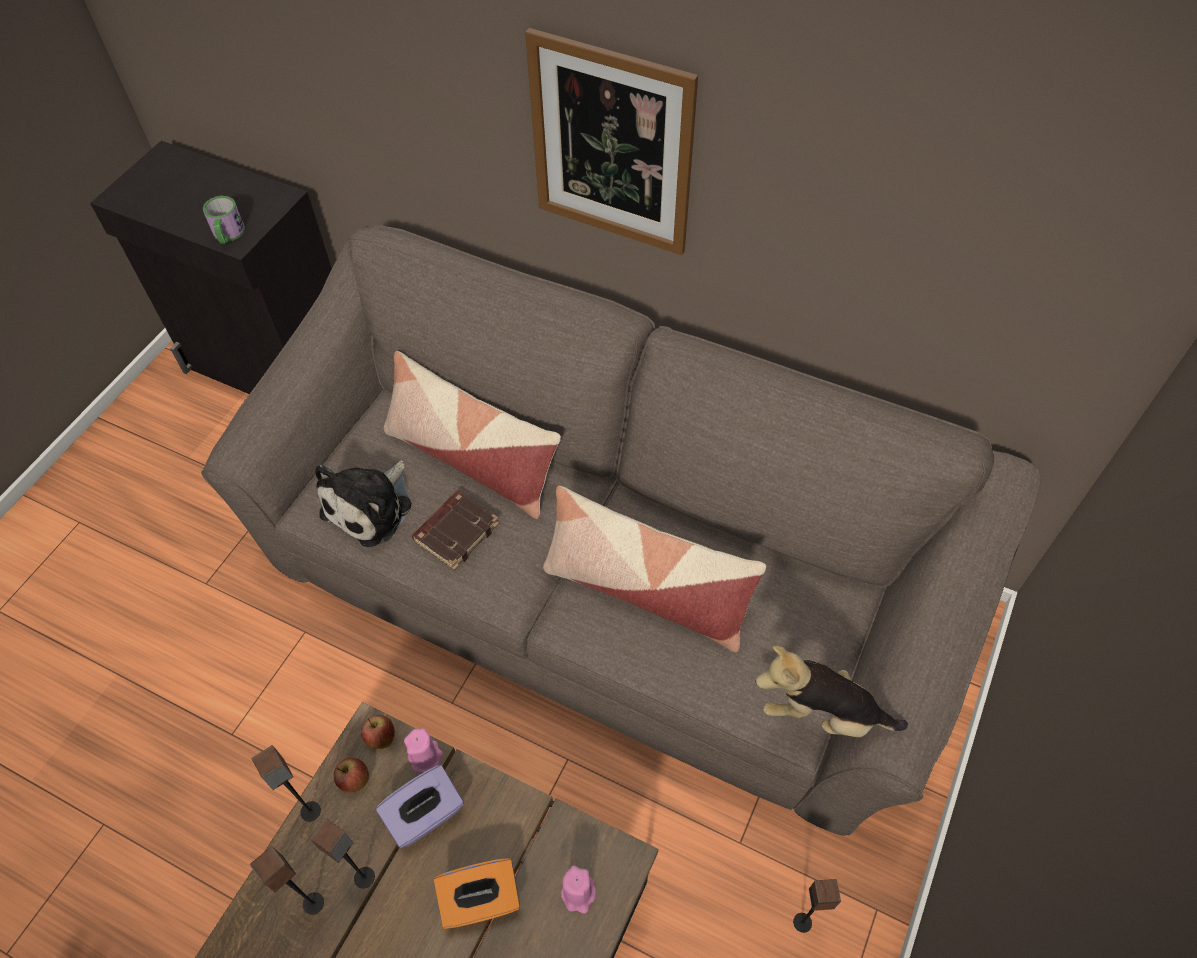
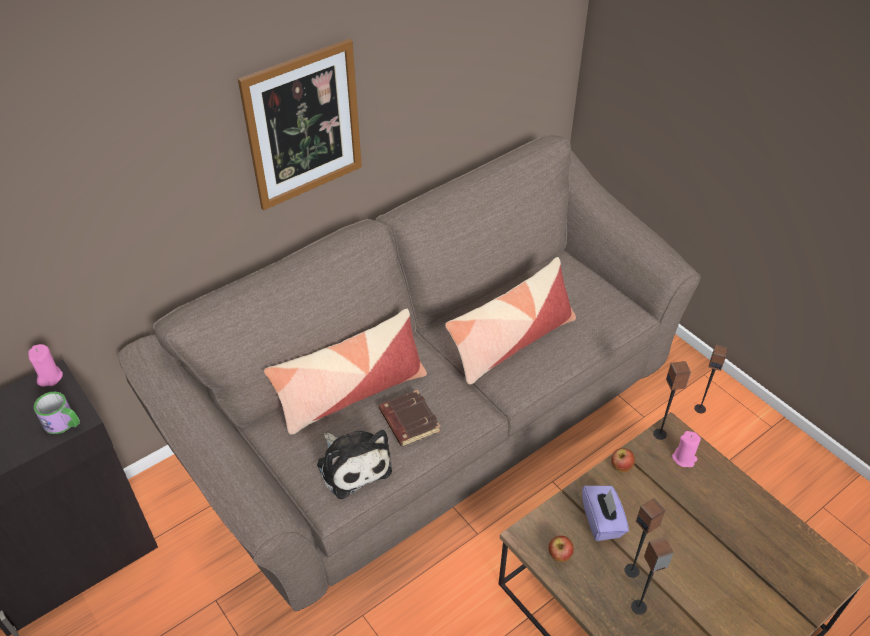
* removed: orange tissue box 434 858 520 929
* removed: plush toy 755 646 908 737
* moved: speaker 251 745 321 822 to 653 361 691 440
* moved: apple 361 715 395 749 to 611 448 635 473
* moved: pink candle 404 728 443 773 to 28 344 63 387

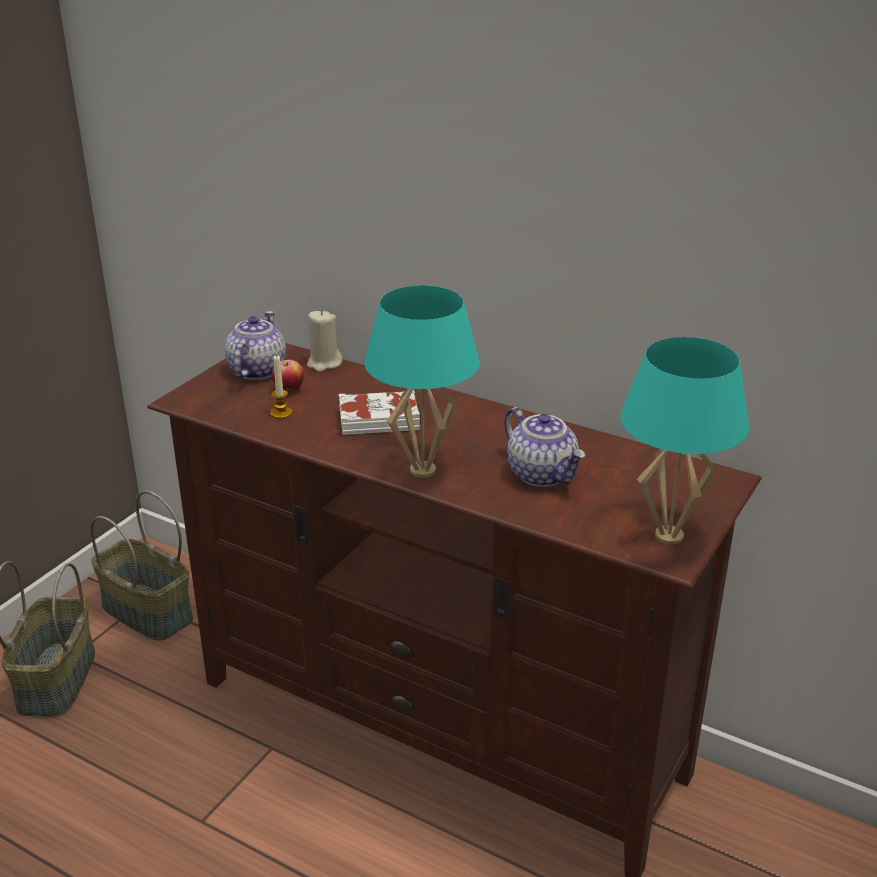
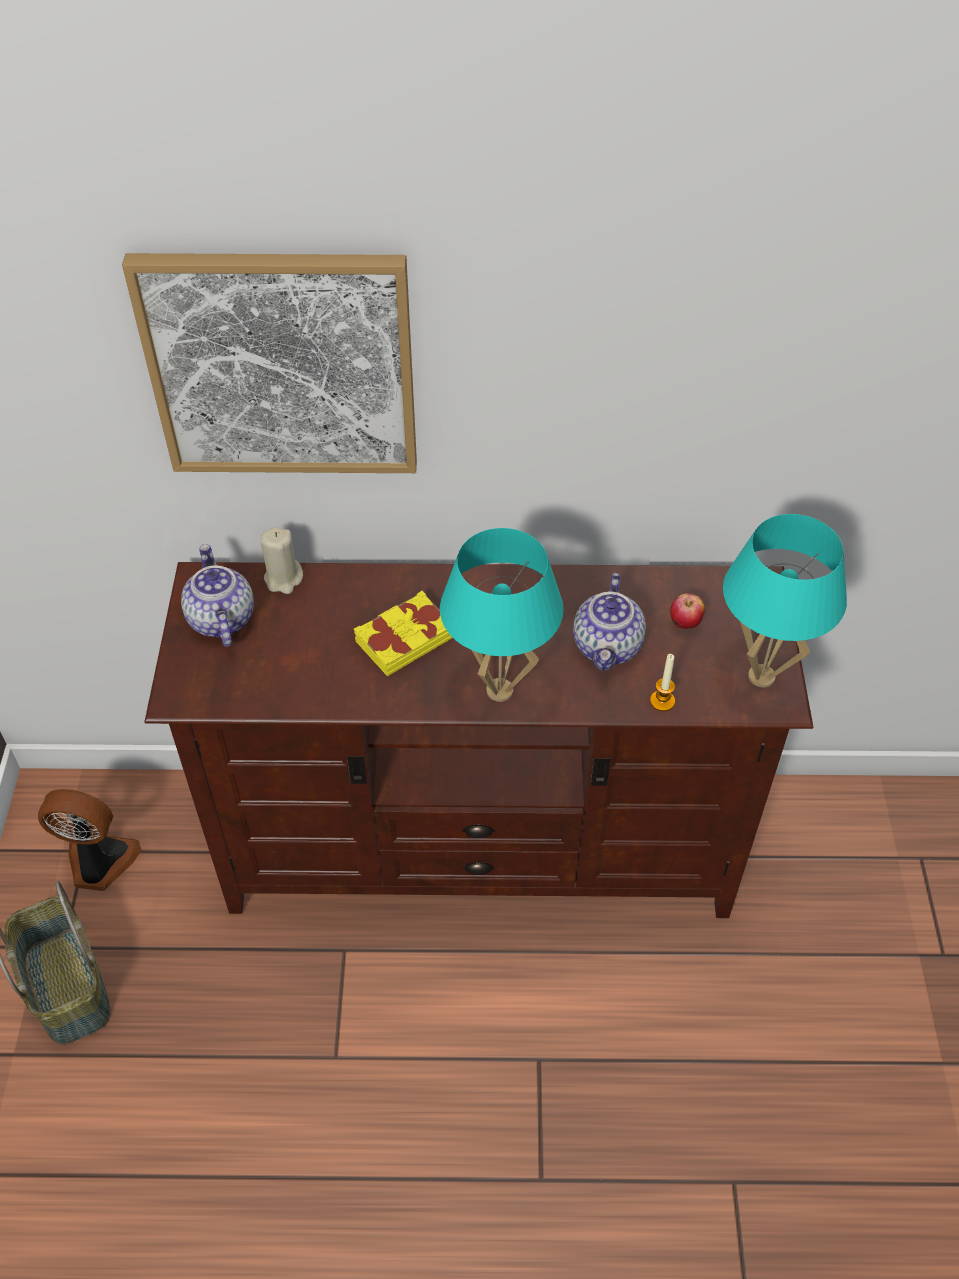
* added: picture 122 253 417 473
* moved: candle 270 355 292 419 to 650 654 675 711
* moved: apple 272 360 304 392 to 670 593 705 629
* replaced: basket 91 491 193 641 to fan 38 789 141 891
* recoloured: white book 339 390 420 435 to yellow book 354 591 453 676
* turned: teapot 504 407 585 487 = 573 573 646 671 75 degrees clockwise

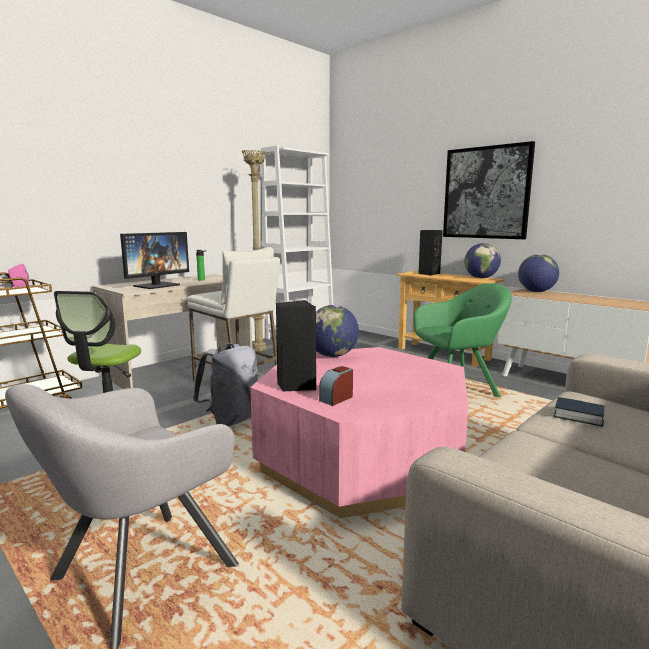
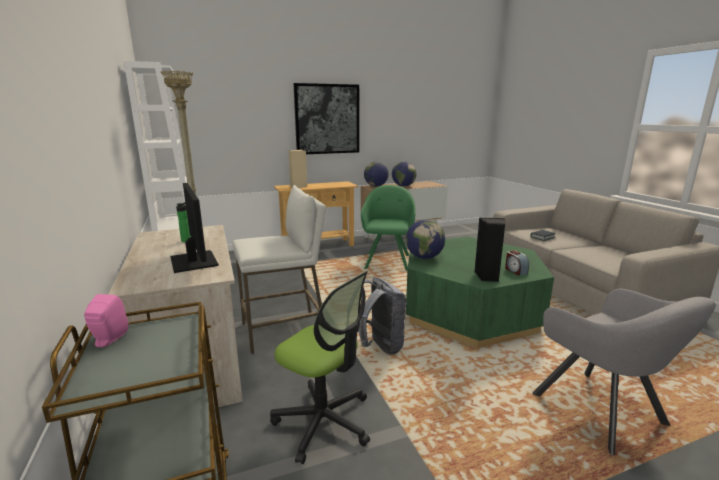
* moved: globe 464 243 501 278 to 392 161 417 187
* recoloured: pink coffee table 250 347 468 518 to green coffee table 406 237 554 348
* recoloured: black speaker 418 230 443 276 to beige speaker 289 150 307 188

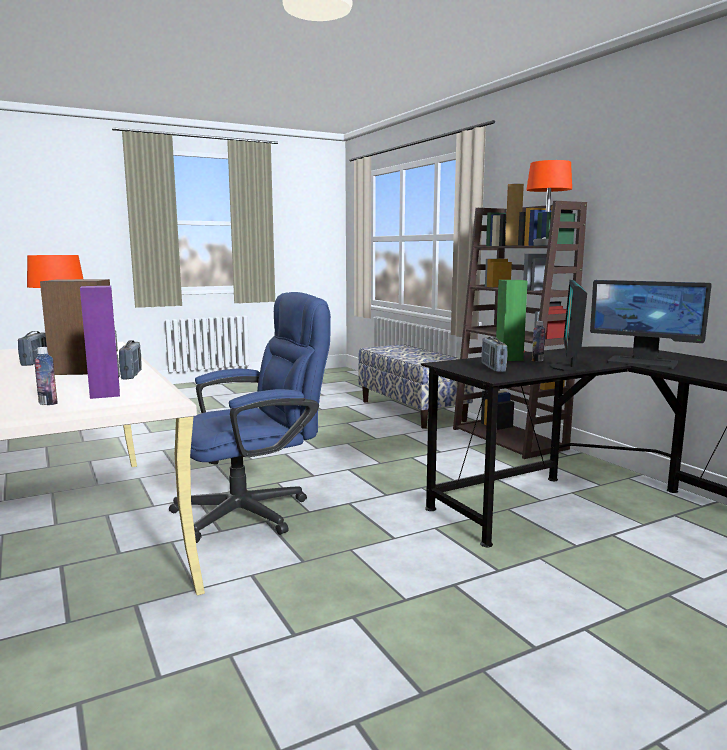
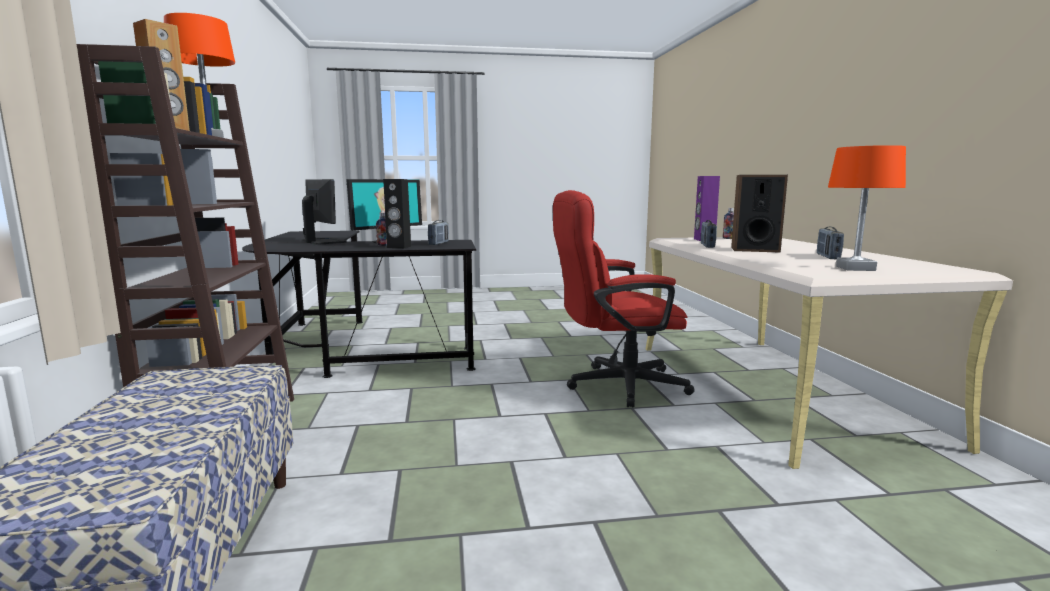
* recoloured: blue office chair 169 292 331 543 to red office chair 553 190 695 408
* recoloured: green speaker 496 280 528 361 to black speaker 383 179 411 248

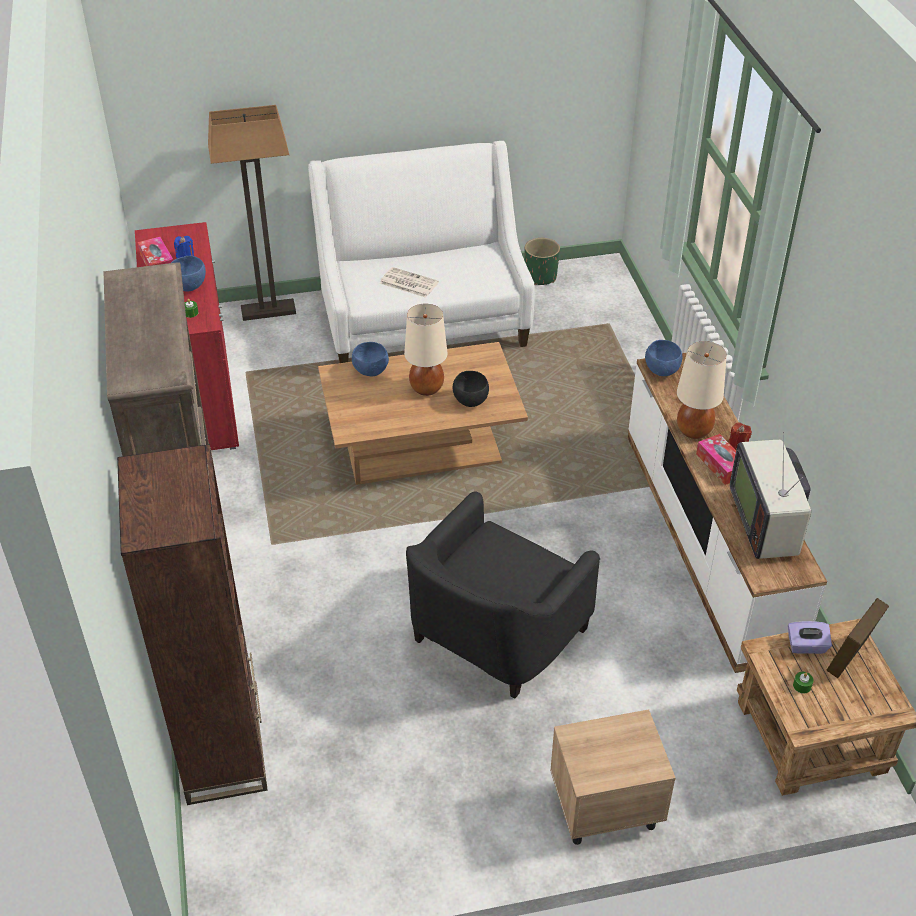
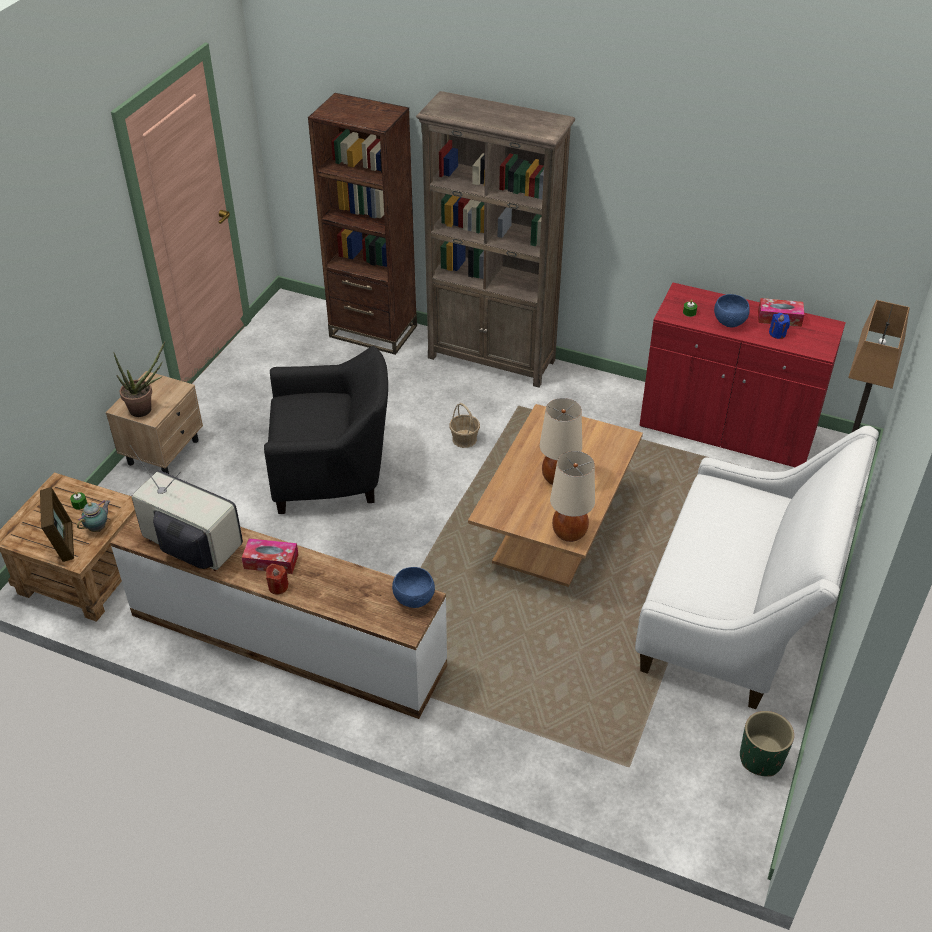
* removed: blue bowl 352 342 389 376
* removed: newspaper 380 267 439 298
* removed: black bowl 453 371 489 407
* added: potted plant 114 342 165 417
* added: basket 449 403 480 448
* moved: beige table lamp 677 341 727 439 to 550 451 595 542
* replaced: purple tissue box 788 621 832 654 to teapot 77 500 110 532
* turned: black armchair 406 491 600 699 = 264 346 388 514 105 degrees clockwise

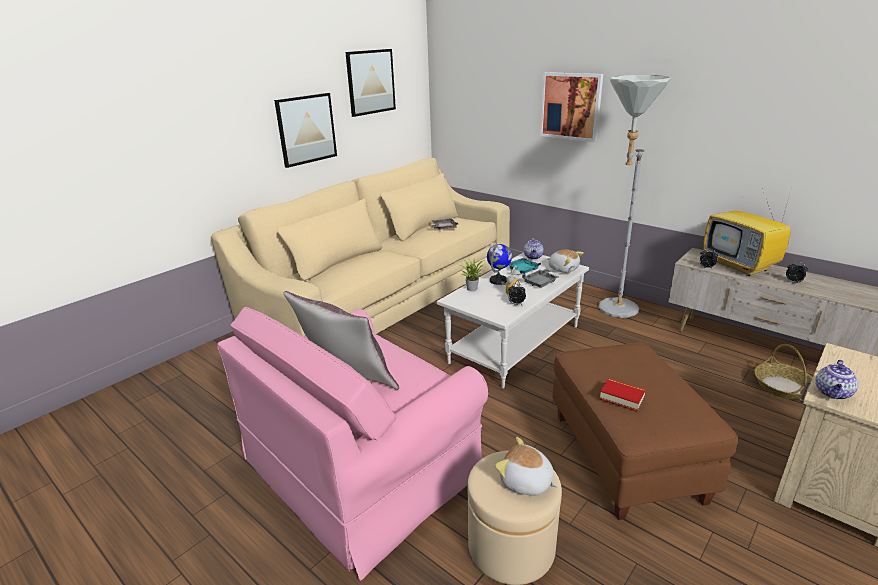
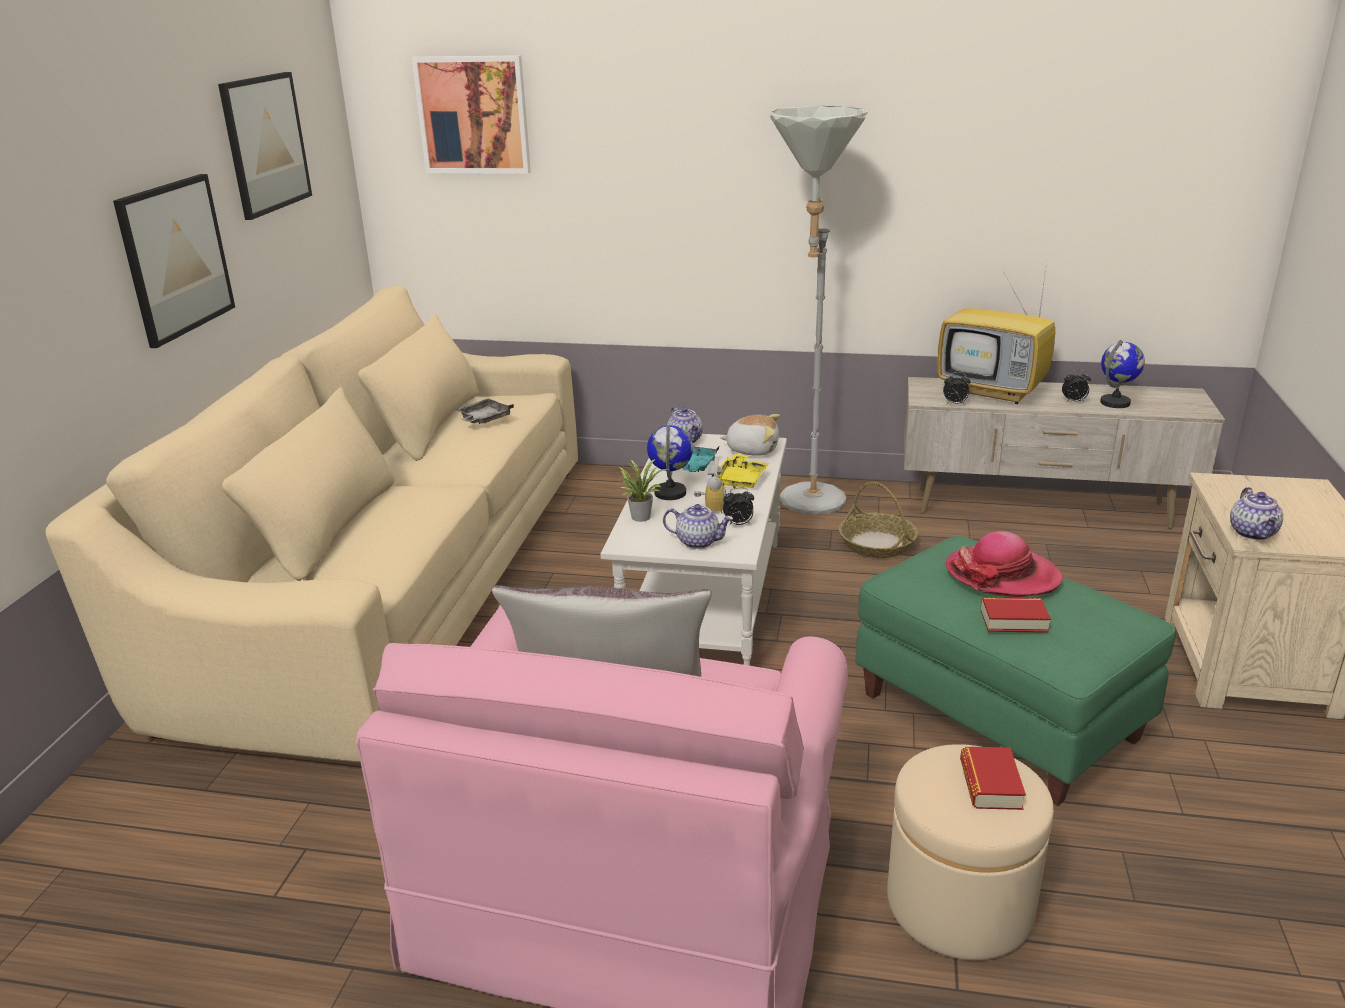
* added: teapot 663 504 733 549
* added: hat 945 531 1063 597
* added: globe 1100 339 1145 408
* moved: picture 540 72 603 142 to 412 55 531 174
* moved: basket 754 344 813 399 to 839 482 918 558
* replaced: plush toy 495 437 558 495 to book 960 747 1026 810
* recoloured: grey tray 522 269 559 288 to yellow tray 712 454 769 488
* recoloured: brown ottoman 552 343 738 520 to green ottoman 855 536 1176 806

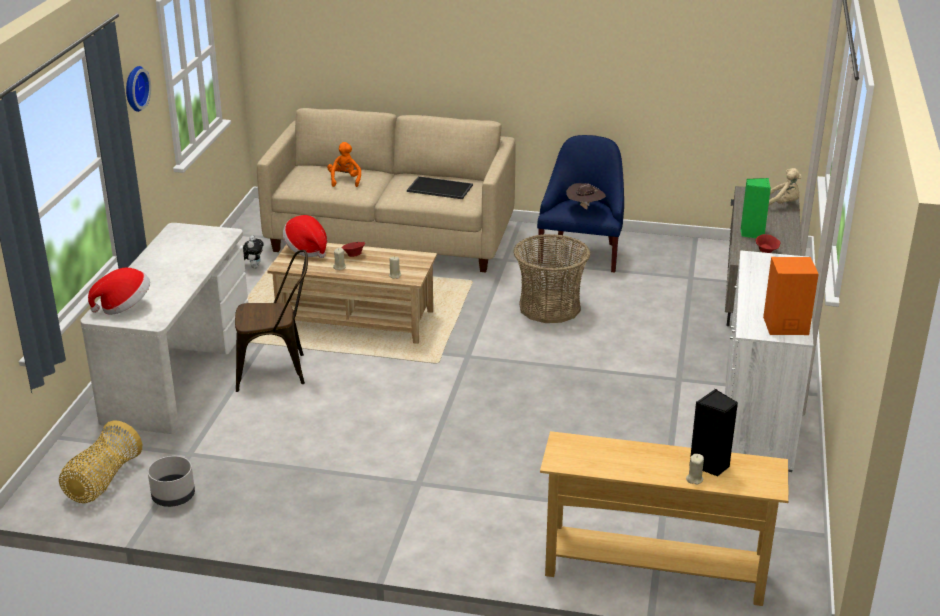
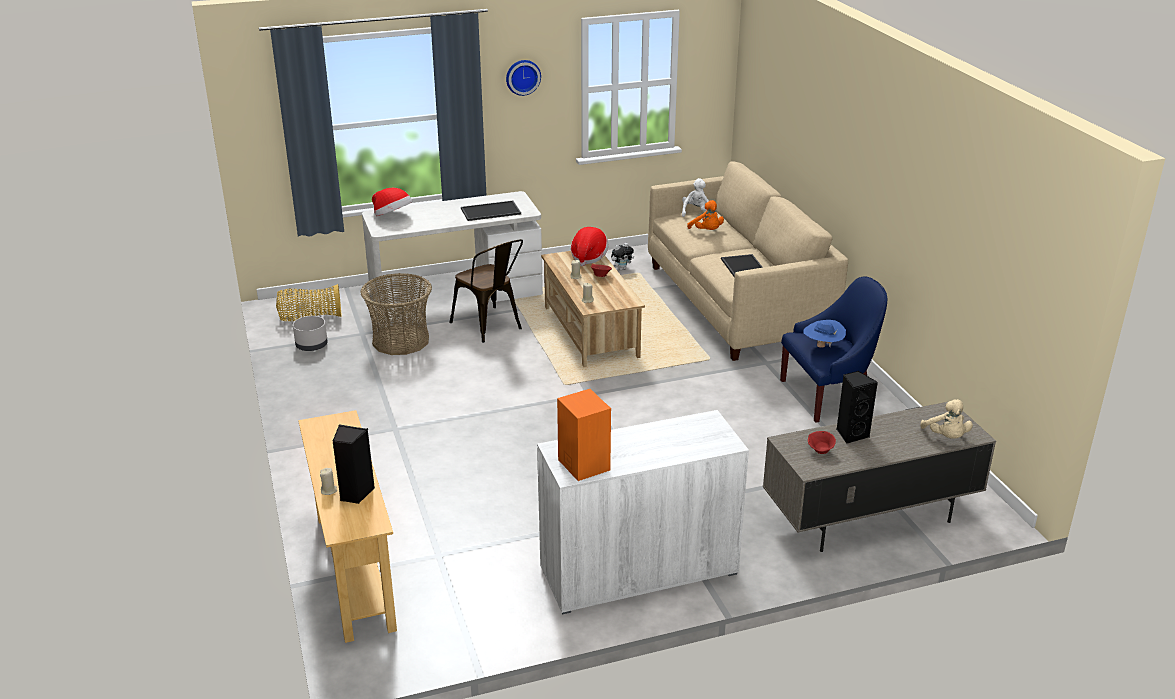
* added: tray 461 201 521 221
* added: white plush toy 682 178 709 220
* moved: basket 514 234 590 323 to 360 273 432 355
* recoloured: brown hat 566 183 606 209 to blue hat 803 320 846 348
* recoloured: green speaker 740 178 771 238 to black speaker 836 371 878 444
* turned: orange plush toy 327 142 361 187 = 687 200 724 230 90 degrees clockwise

